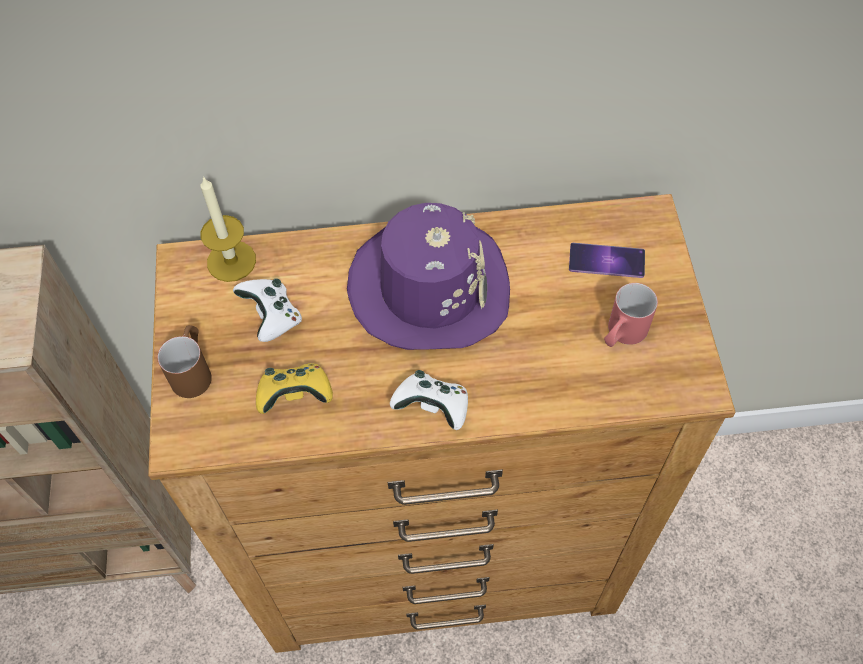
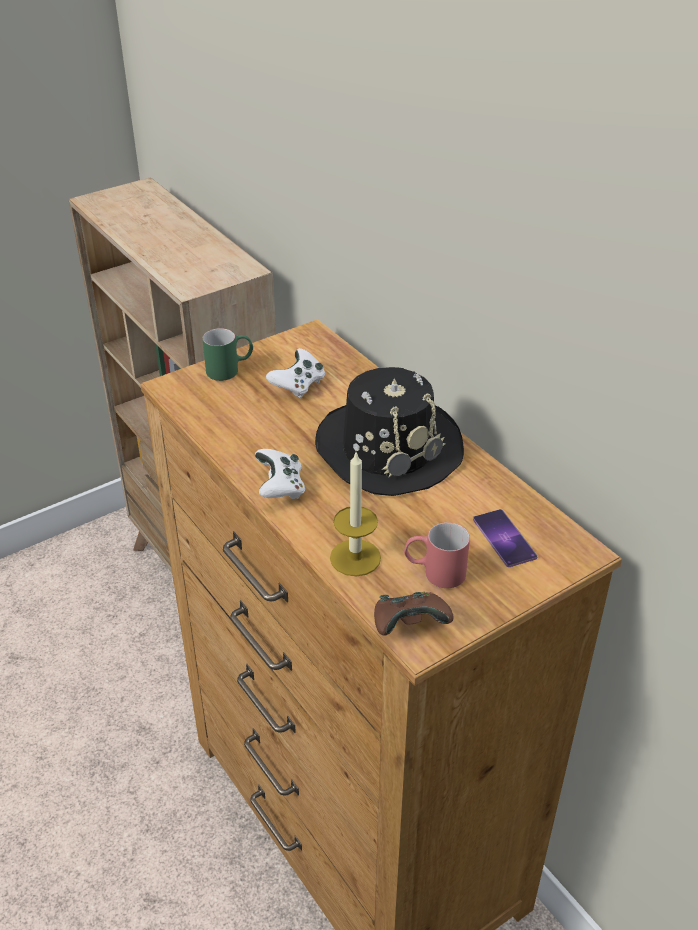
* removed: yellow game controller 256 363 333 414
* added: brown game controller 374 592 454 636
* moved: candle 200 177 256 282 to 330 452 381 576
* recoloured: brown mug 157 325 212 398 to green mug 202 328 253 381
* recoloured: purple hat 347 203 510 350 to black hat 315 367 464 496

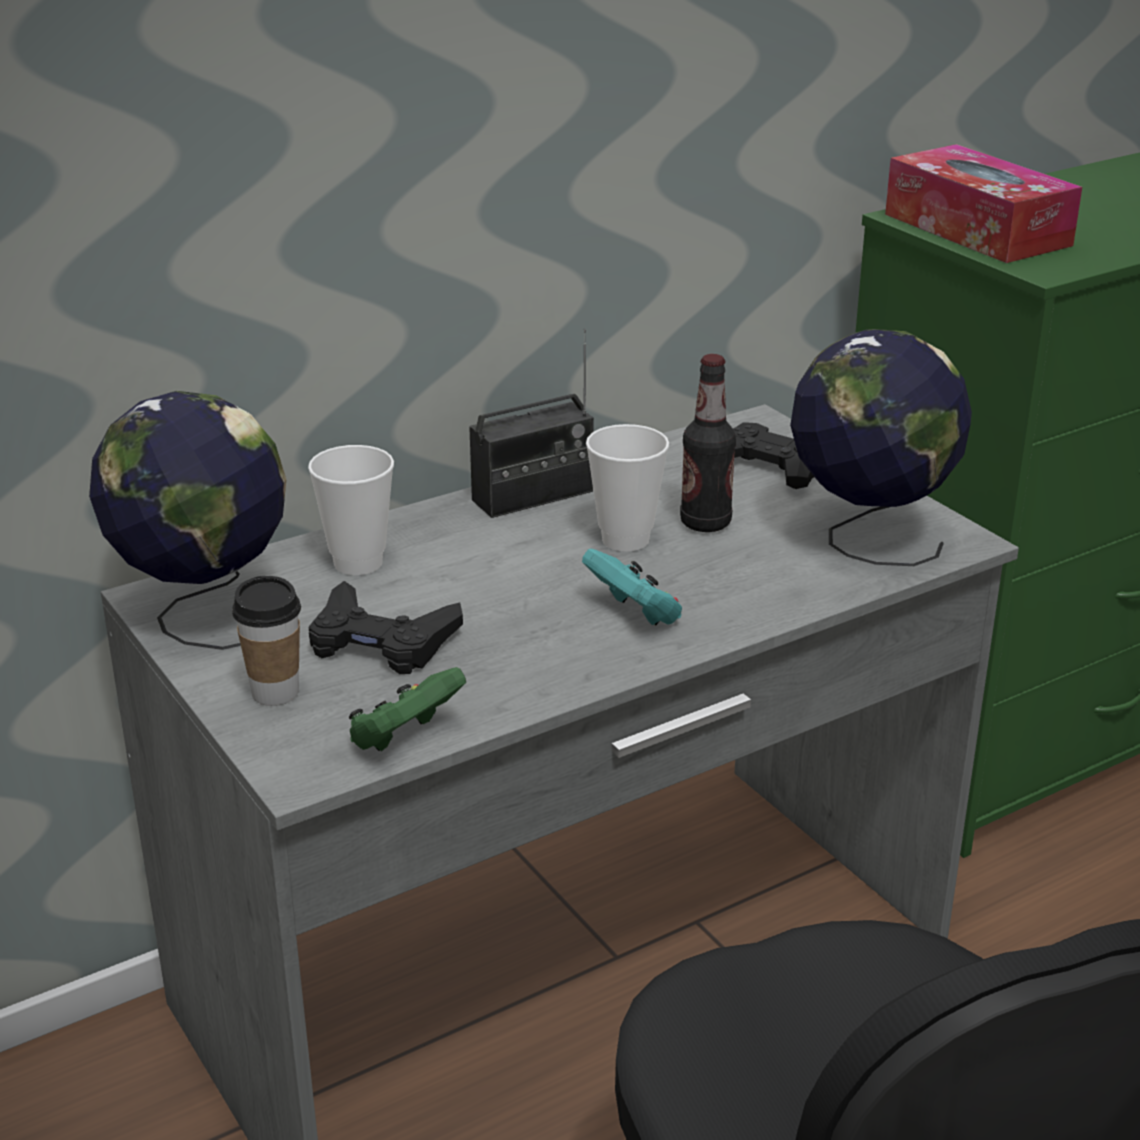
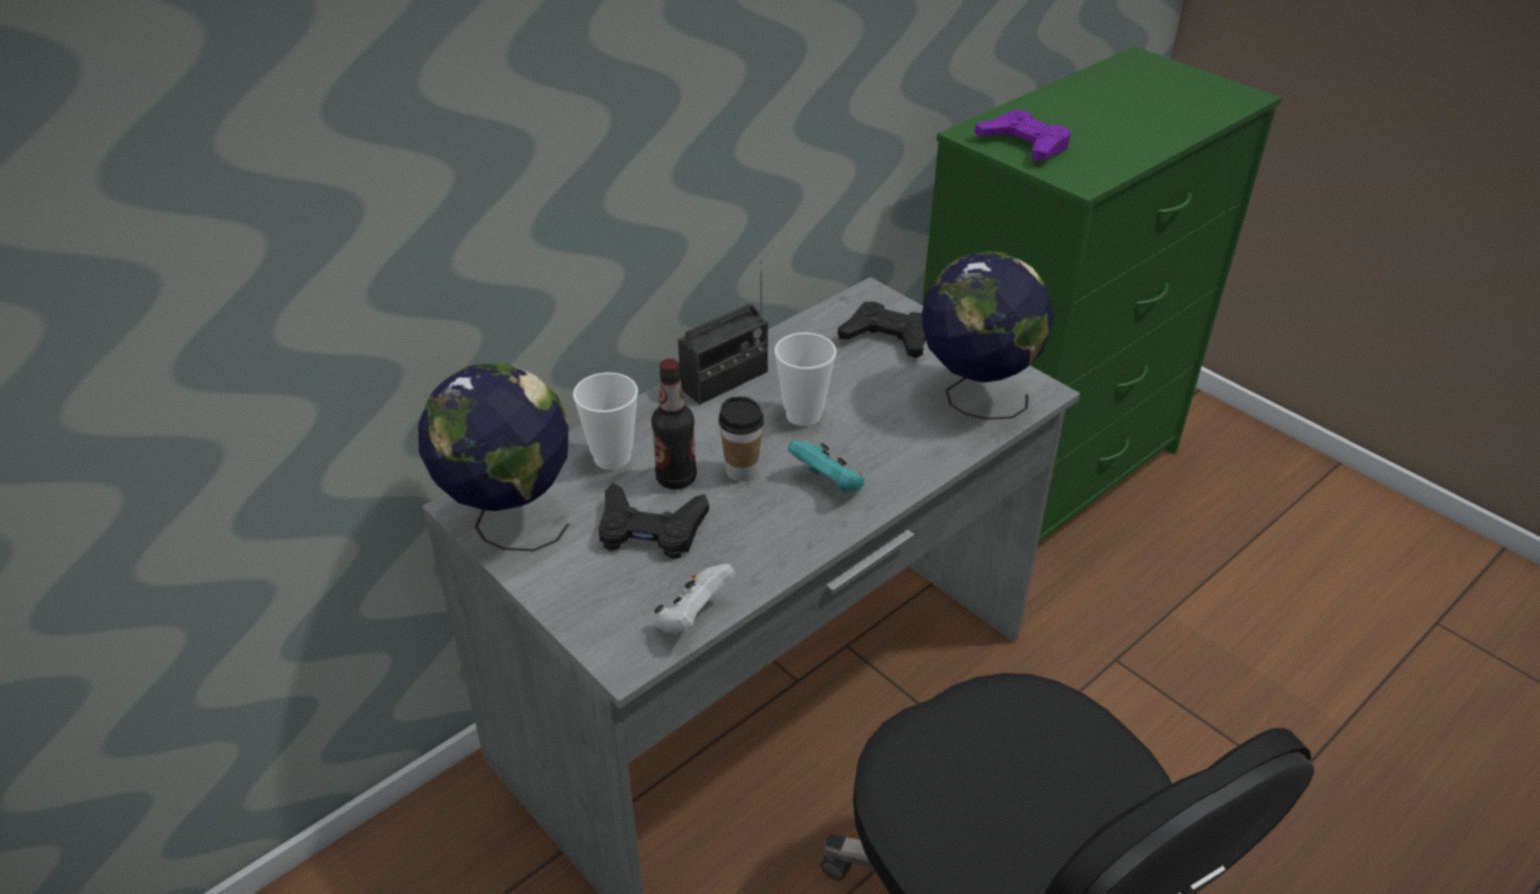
* moved: cup 232 576 301 706 to 718 396 764 481
* moved: bottle 680 354 736 532 to 651 359 697 489
* replaced: tissue box 885 144 1082 263 to purple game controller 975 109 1071 161
* recoloured: green game controller 349 667 466 751 to white game controller 654 563 736 634

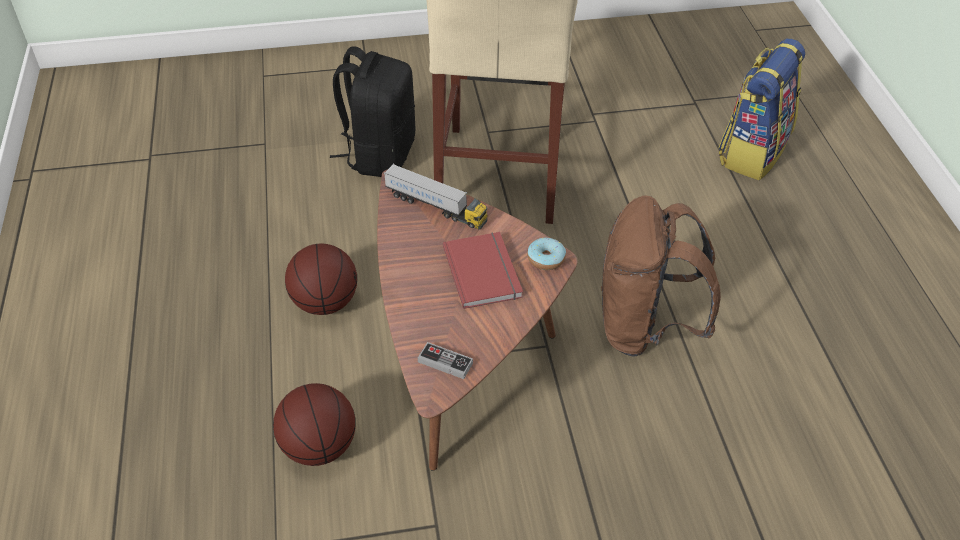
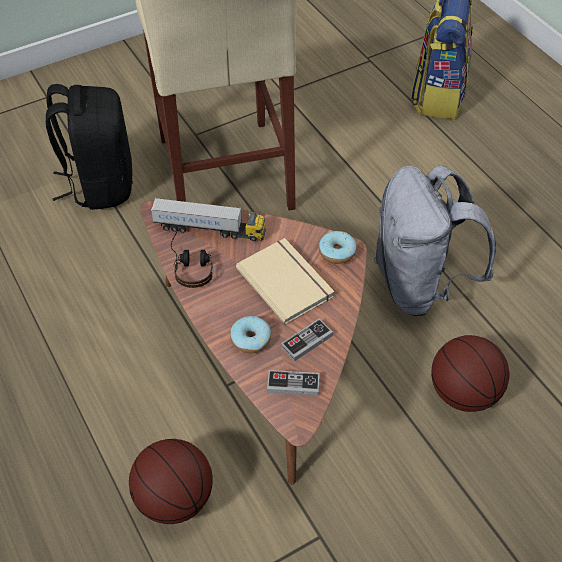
* added: headphones 171 227 213 288
* added: donut 230 316 271 353
* added: game controller 281 318 333 361
* moved: basketball 285 243 357 315 to 431 335 509 412
* recoloured: red book 443 232 523 309 to beige book 236 238 334 325
* recoloured: brown backpack 601 196 721 357 to grey backpack 374 165 496 316

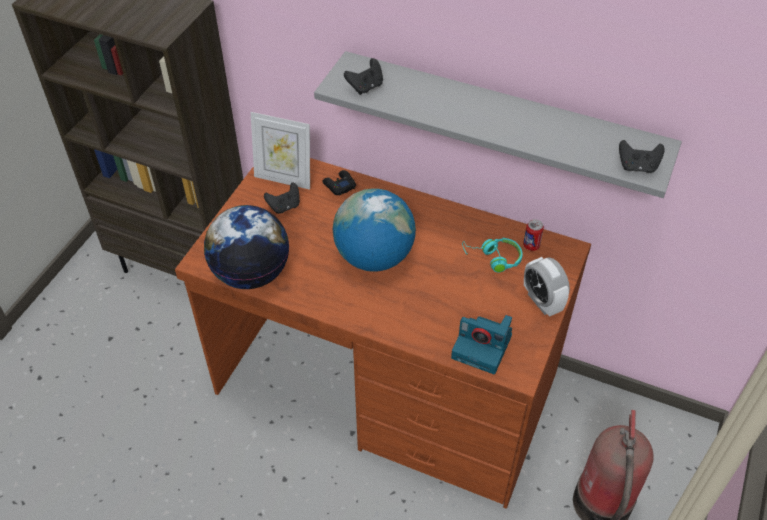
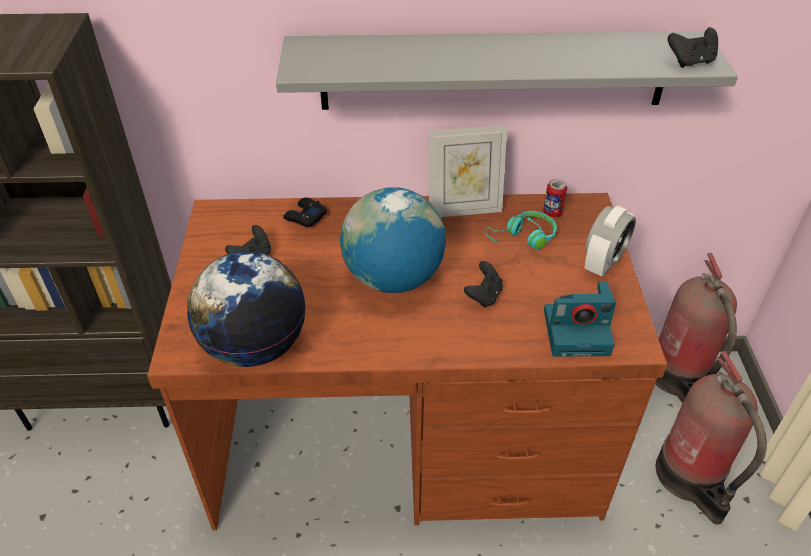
* added: fire extinguisher 655 253 737 403
* moved: picture frame 251 112 310 190 to 429 125 507 217
* moved: black game controller 344 58 383 95 to 464 261 503 308
* turned: alarm clock 524 257 570 316 = 584 205 636 277 90 degrees counterclockwise

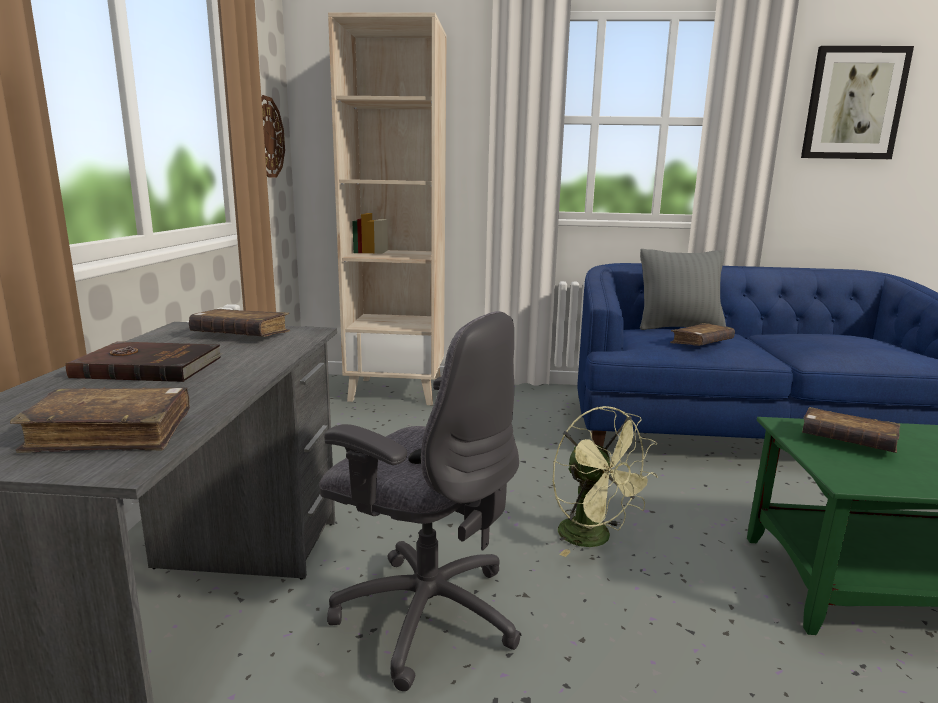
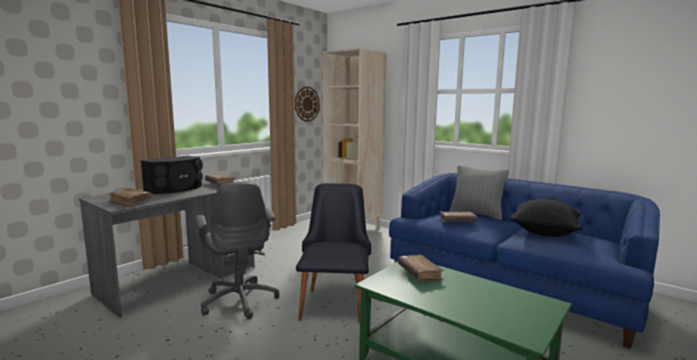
* removed: picture 801 46 914 159
* added: black pillow 509 199 582 237
* replaced: brown book 66 341 223 382 to black speaker 141 156 203 194
* replaced: green fan 553 406 658 557 to black chair 296 183 371 323

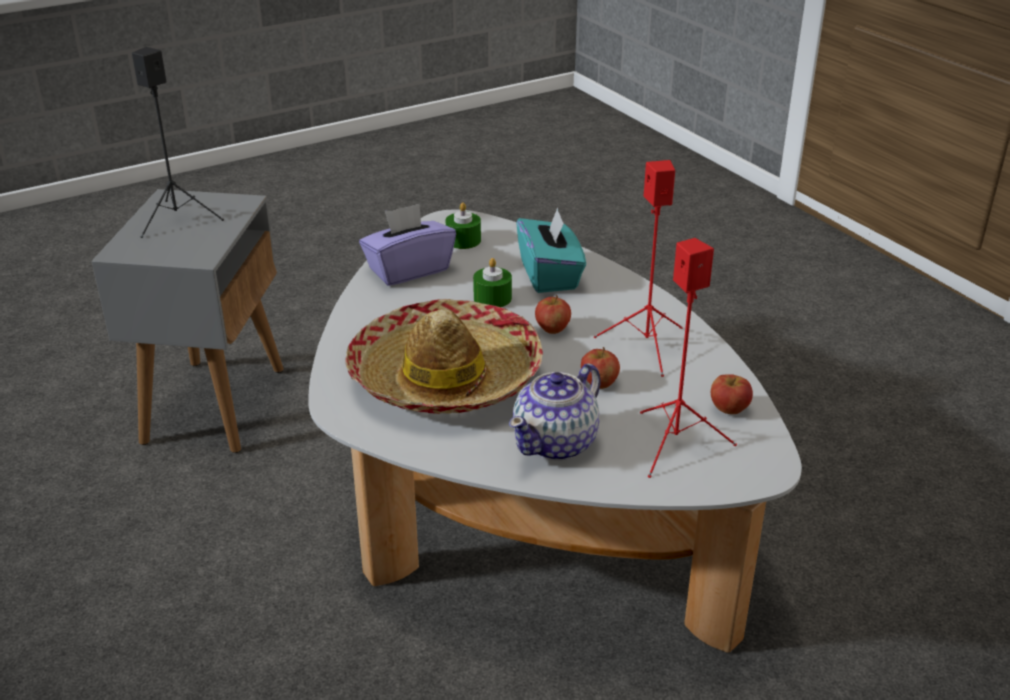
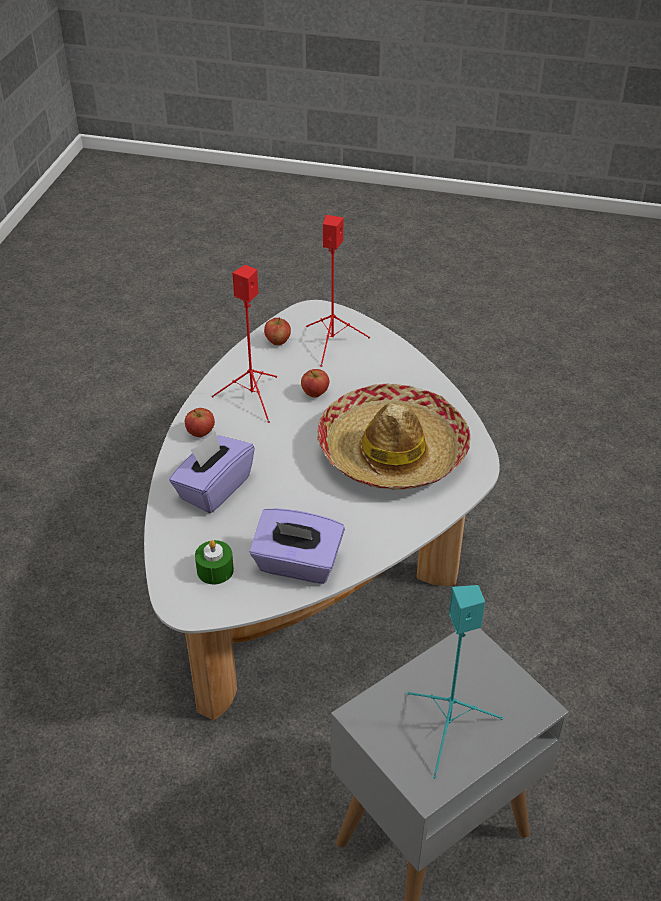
* removed: green candle 473 258 512 307
* removed: teapot 509 363 600 461
* moved: apple 535 295 571 334 to 185 408 215 437
* recoloured: black speaker 132 47 224 238 to turquoise speaker 407 585 503 778
* recoloured: turquoise tissue box 516 208 586 293 to purple tissue box 169 431 255 513

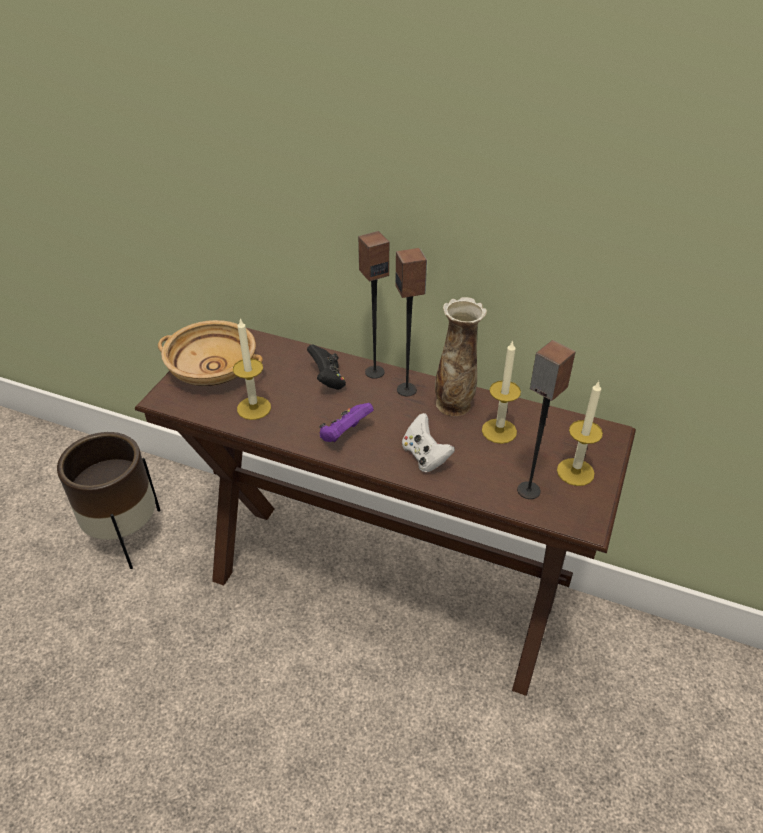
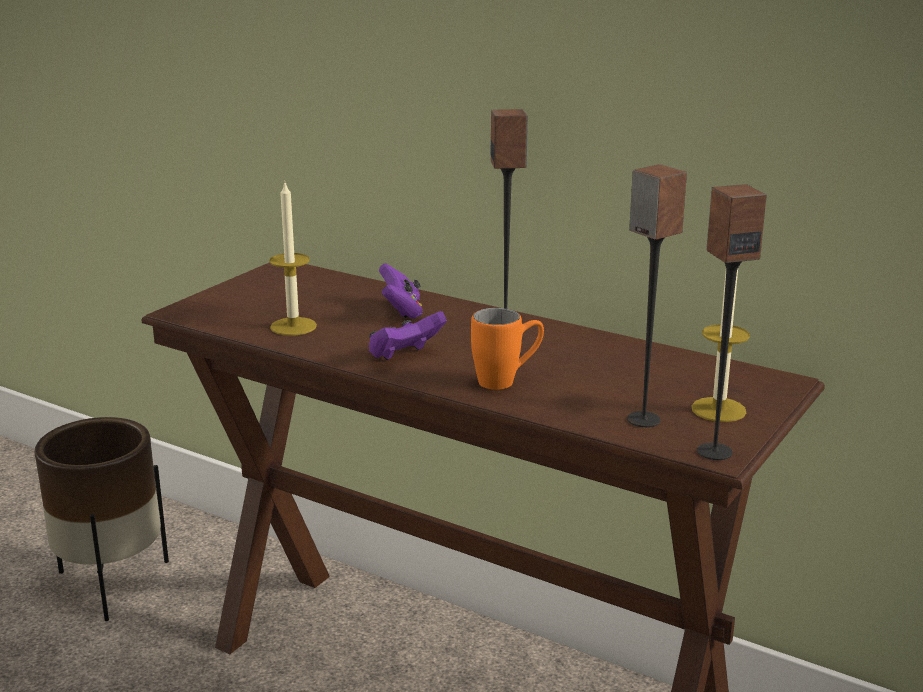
* removed: beige bowl 158 320 263 386
* removed: vase 435 297 487 416
* removed: candle 482 340 521 444
* moved: speaker 358 231 389 379 to 697 184 767 460
* replaced: white game controller 402 413 455 472 to orange mug 471 308 544 390
* recoloured: black game controller 307 345 346 390 to purple game controller 379 264 423 319

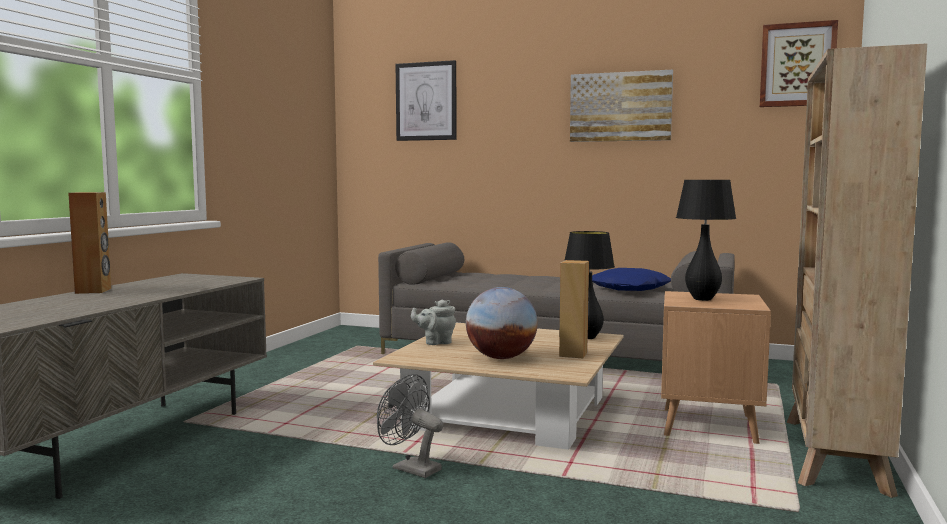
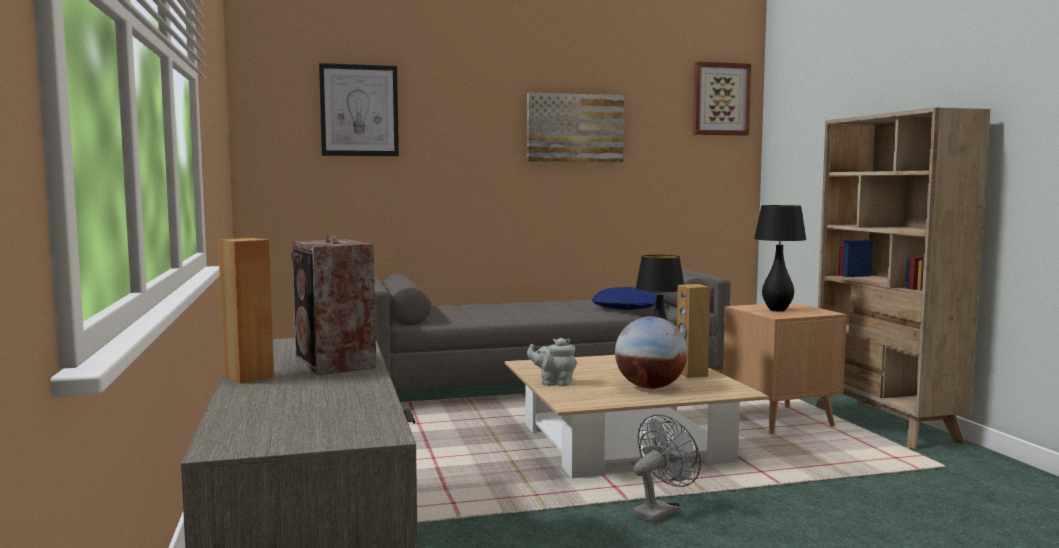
* added: speaker 291 235 376 375
* turned: grey fan 377 374 444 478 = 632 414 701 523 135 degrees clockwise
* turned: grey teapot 411 300 456 345 = 527 338 577 386 60 degrees clockwise

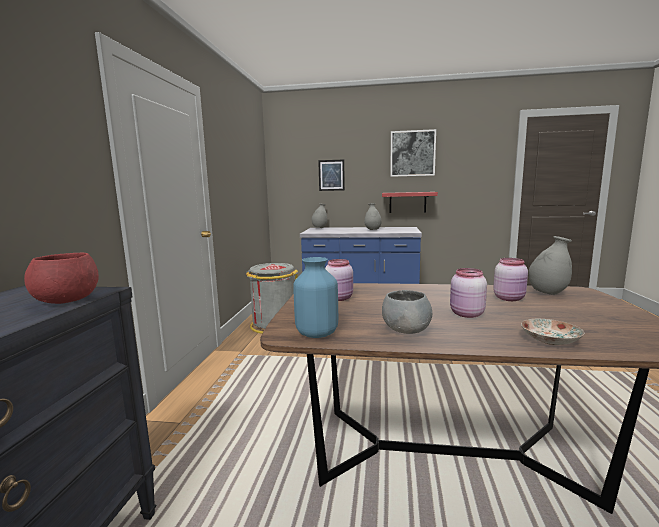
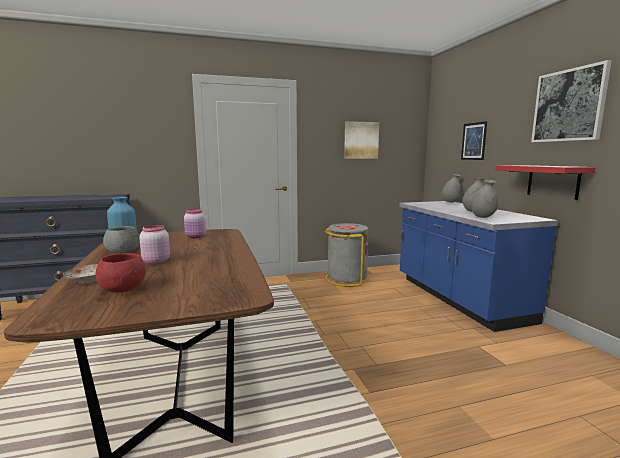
* removed: pink jar 493 258 528 301
* added: picture 344 121 379 159
* moved: red bowl 24 253 99 304 to 96 253 146 293
* moved: grey vase 528 236 572 295 to 471 180 498 218

